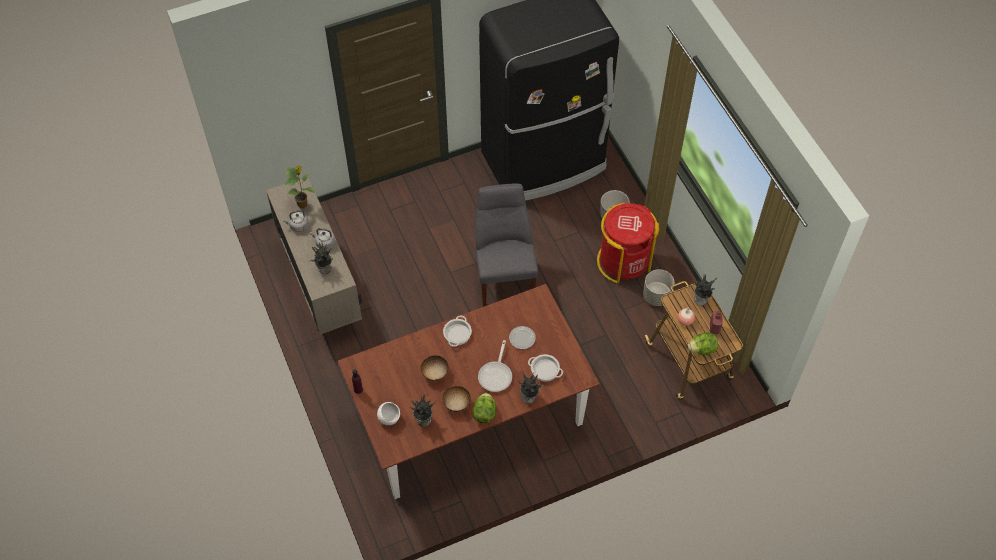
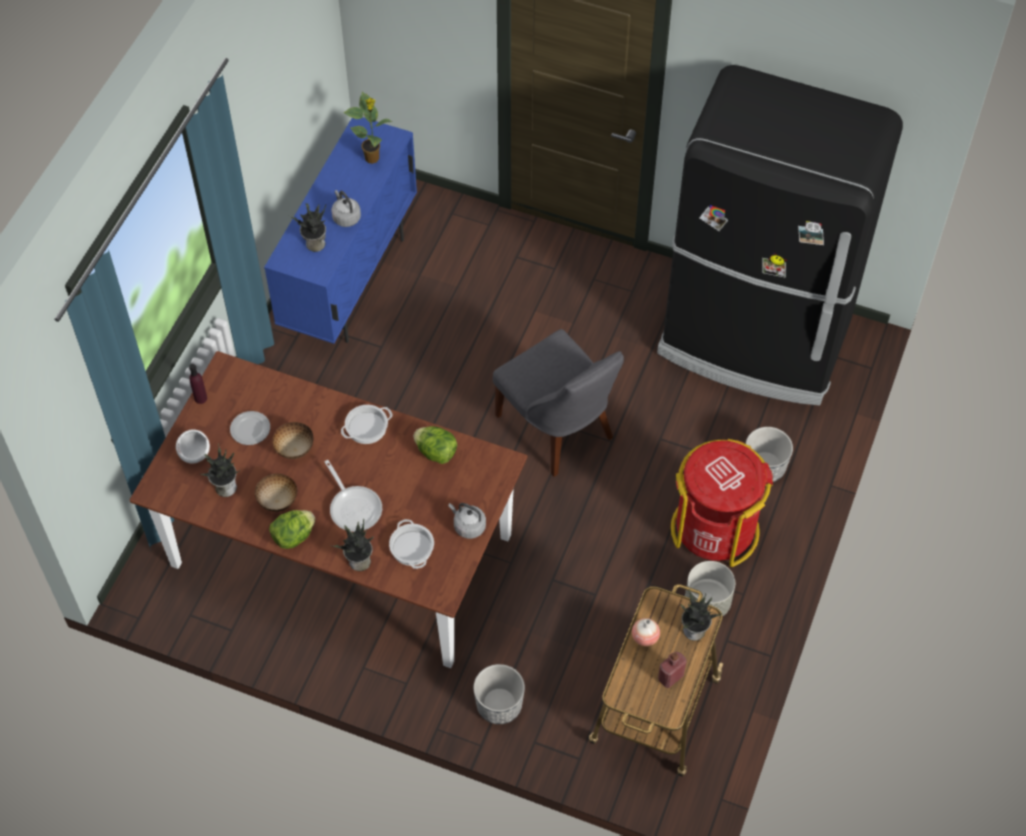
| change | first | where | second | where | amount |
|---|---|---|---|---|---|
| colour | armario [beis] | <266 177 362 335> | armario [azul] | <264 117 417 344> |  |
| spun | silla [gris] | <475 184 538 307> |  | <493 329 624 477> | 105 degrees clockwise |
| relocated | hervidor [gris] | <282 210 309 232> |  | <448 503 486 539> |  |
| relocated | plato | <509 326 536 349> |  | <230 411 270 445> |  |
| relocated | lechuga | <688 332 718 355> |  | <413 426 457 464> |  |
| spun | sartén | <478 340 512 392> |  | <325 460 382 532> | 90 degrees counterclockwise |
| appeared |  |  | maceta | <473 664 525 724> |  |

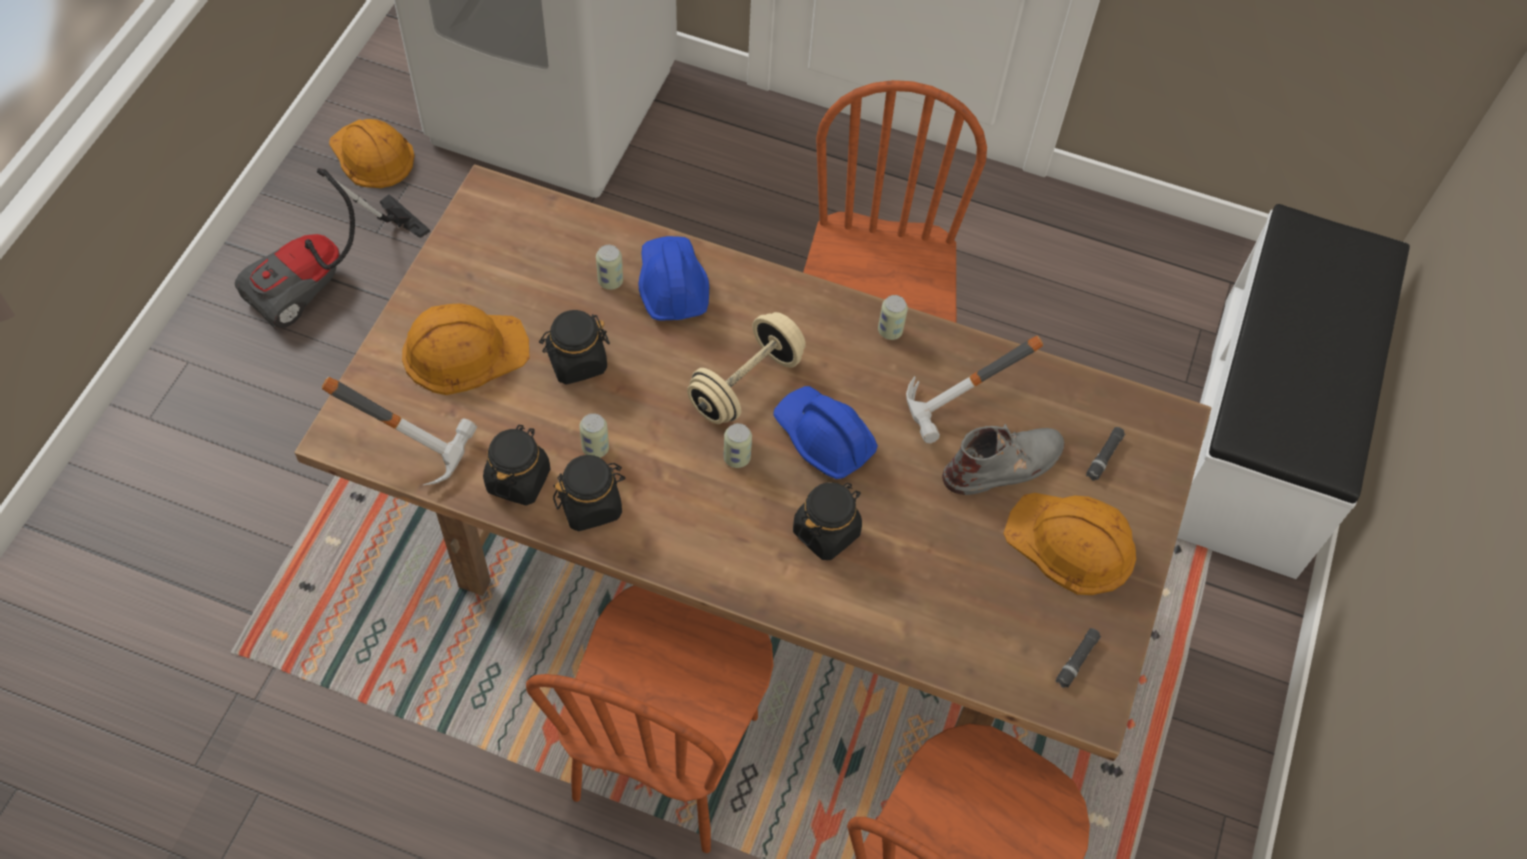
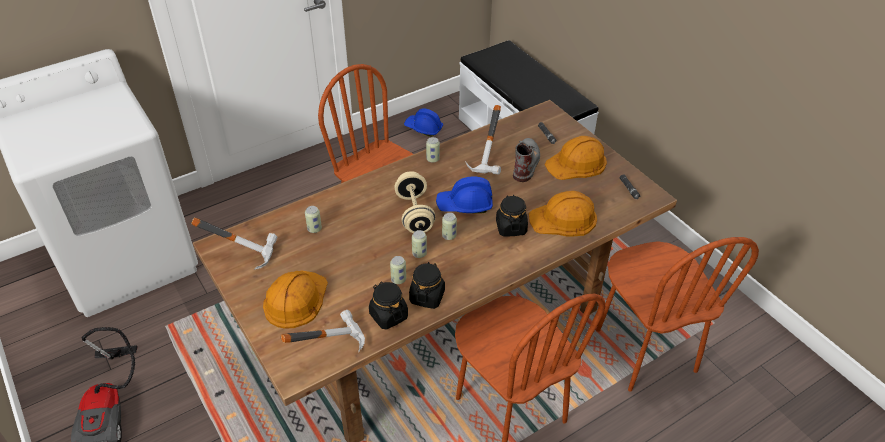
| change | first | where | second | where | amount |
|---|---|---|---|---|---|
| relocated | casco [naranja] | <329 119 414 188> |  | <529 191 597 236> |  |
| relocated | casco [azul] | <639 236 709 321> |  | <404 108 443 137> |  |
| missing | tarro [negro] | <539 310 610 384> |  |  |  |
| appeared |  |  | martillo | <191 217 277 270> |  |
| appeared |  |  | lata | <412 230 427 258> |  |

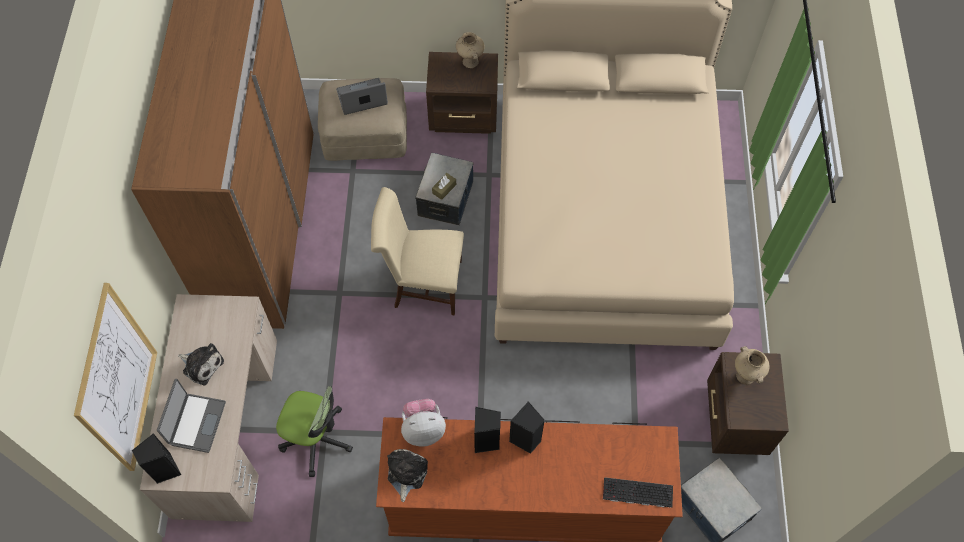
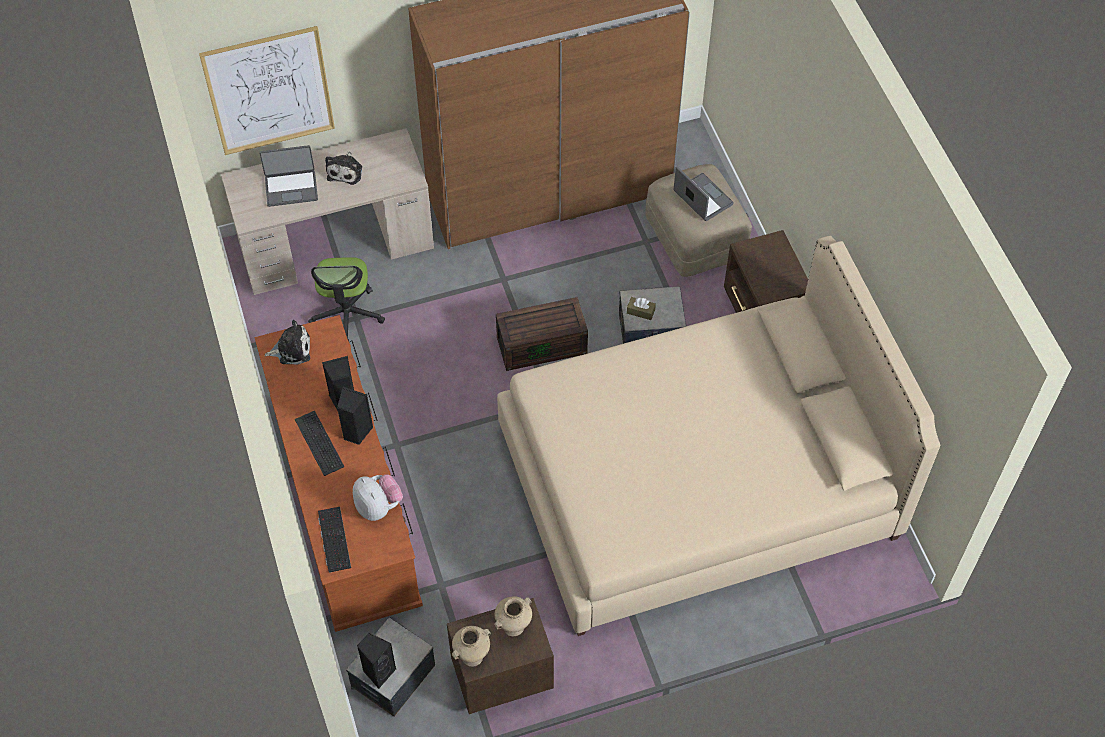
| change | first | where | second | where | amount |
|---|---|---|---|---|---|
| relocated | florero [beis] | <456 32 484 68> |  | <452 626 491 667> |  |
| exchanged | silla [beis] | <371 187 464 315> | caja de almacenaje [marrón] | <496 297 588 371> |  |
| relocated | peluche | <401 399 446 447> |  | <353 474 403 521> |  |
| relocated | altavoz [negro] | <132 433 181 484> |  | <357 633 396 689> |  |
| appeared |  |  | teclado | <295 411 345 476> |  |

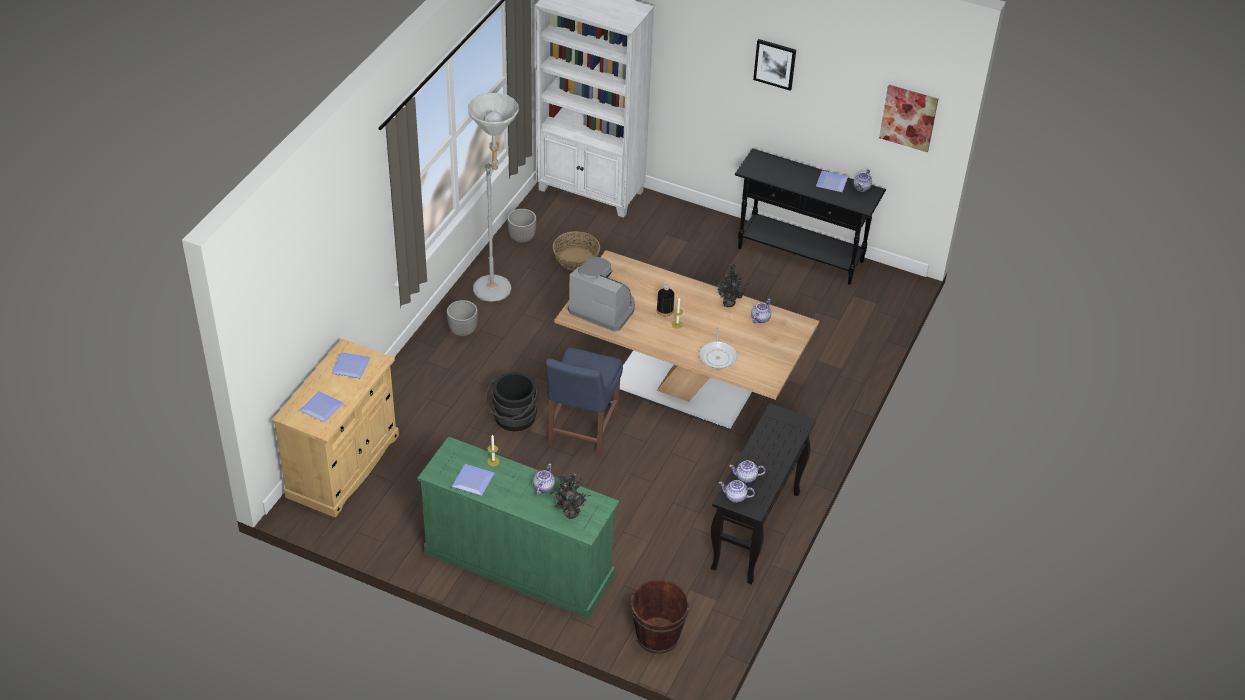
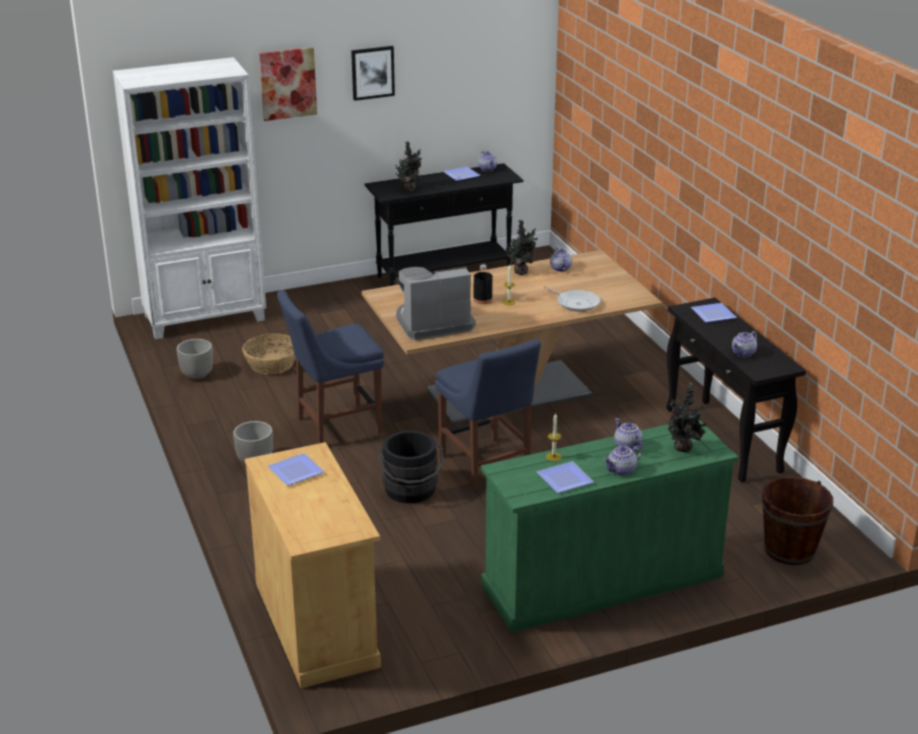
| change | first | where | second | where | amount |
|---|---|---|---|---|---|
| relocated | cuadro | <879 85 938 152> |  | <259 47 317 121> |  |
| missing | lámpara de pie [gris] | <468 93 519 302> |  |  |  |
| relocated | plato | <299 391 344 422> |  | <691 303 737 322> |  |
| relocated | tetera | <719 480 755 503> |  | <603 445 642 476> |  |
| appeared |  |  | planta en maceta | <396 141 422 192> |  |
| appeared |  |  | silla [azul] | <277 290 384 444> |  |

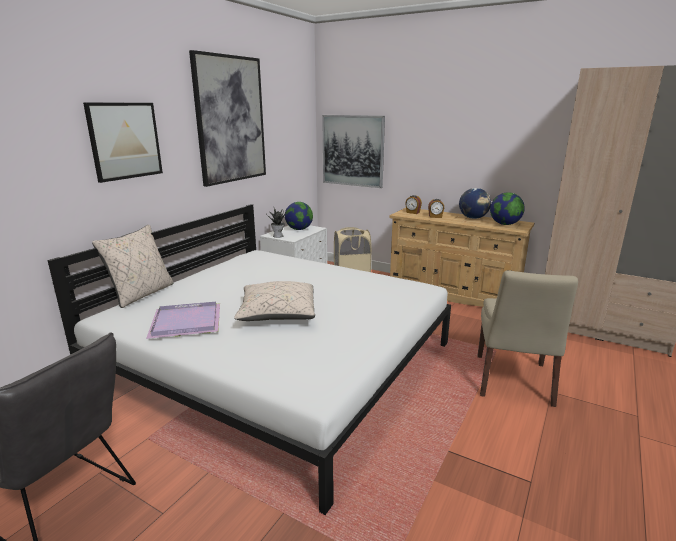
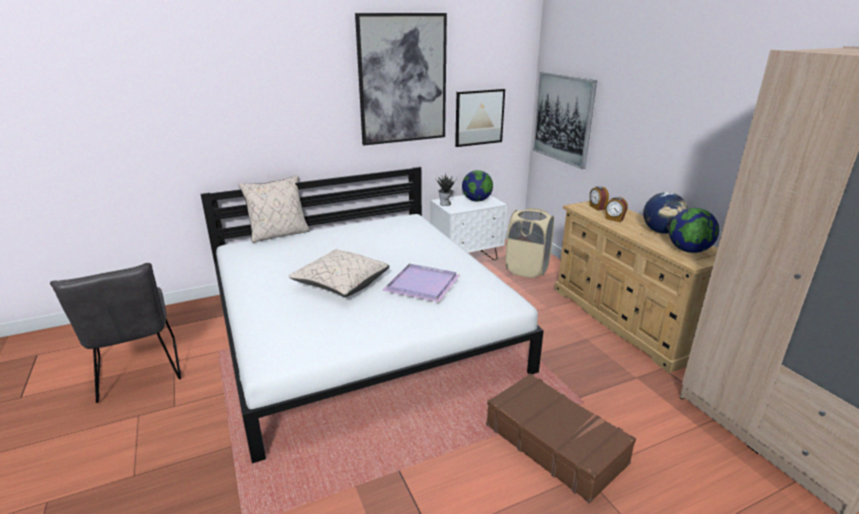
| change | first | where | second | where | amount |
|---|---|---|---|---|---|
| relocated | cuadro | <83 103 163 183> |  | <455 89 505 147> |  |
| exchanged | silla [beis] | <478 270 578 407> | maleta [marrón] | <486 373 636 503> |  |
| relocated | bandeja [morado] | <146 302 220 339> |  | <382 264 460 302> |  |

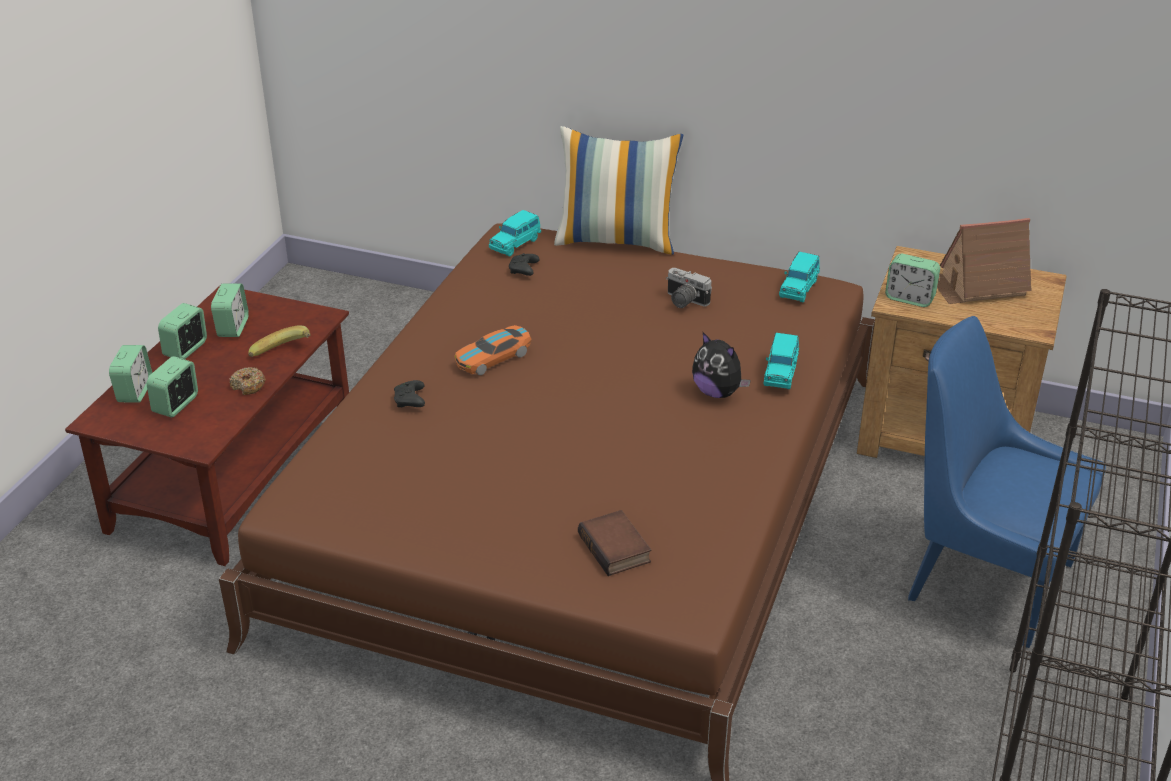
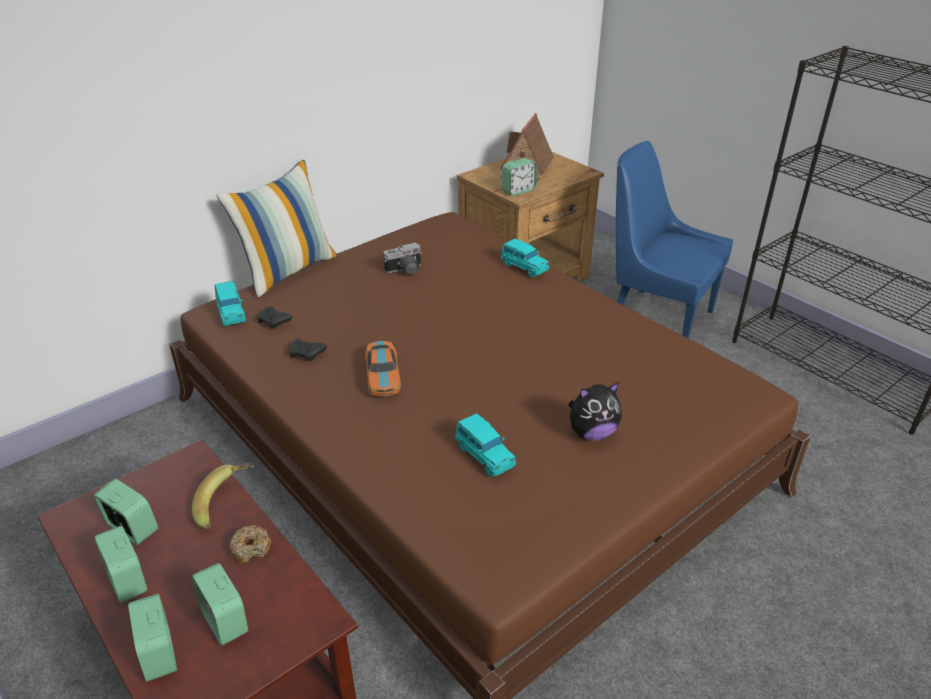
| change | first | where | second | where | amount |
|---|---|---|---|---|---|
| relocated | coche de juguete [turquesa] | <779 252 820 302> |  | <455 413 516 477> |  |
| spun | silla [azul] | <908 316 1106 648> |  | <616 141 733 339> | 60 degrees clockwise |
| relocated | peluche | <692 332 751 398> |  | <568 382 622 441> |  |
| spun | despertador | <109 345 152 403> |  | <128 594 177 682> | 150 degrees counterclockwise |
| relocated | mando de consola [negro] | <394 380 425 408> |  | <289 339 327 361> |  |
| missing | libro | <578 510 651 576> |  |  |  |

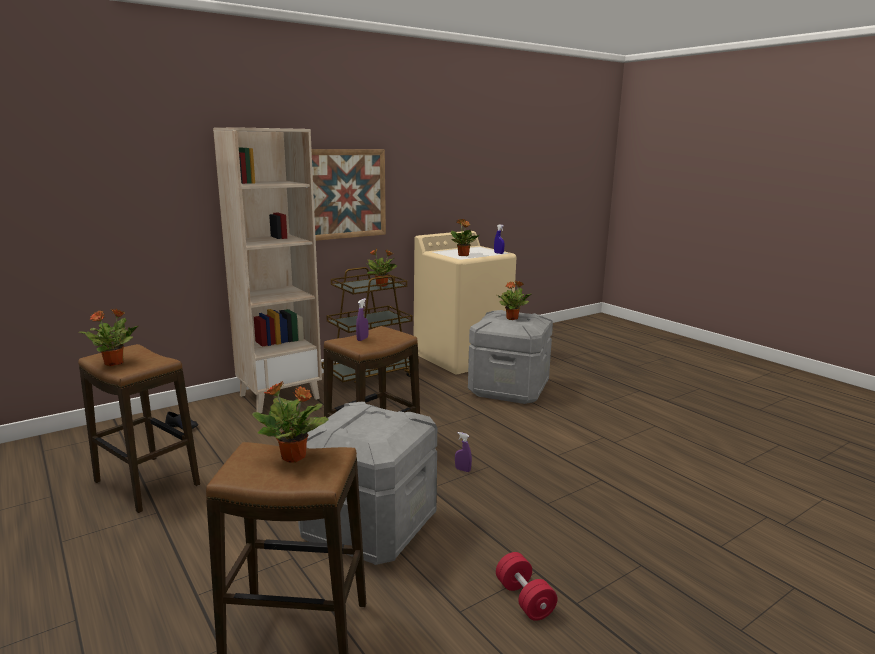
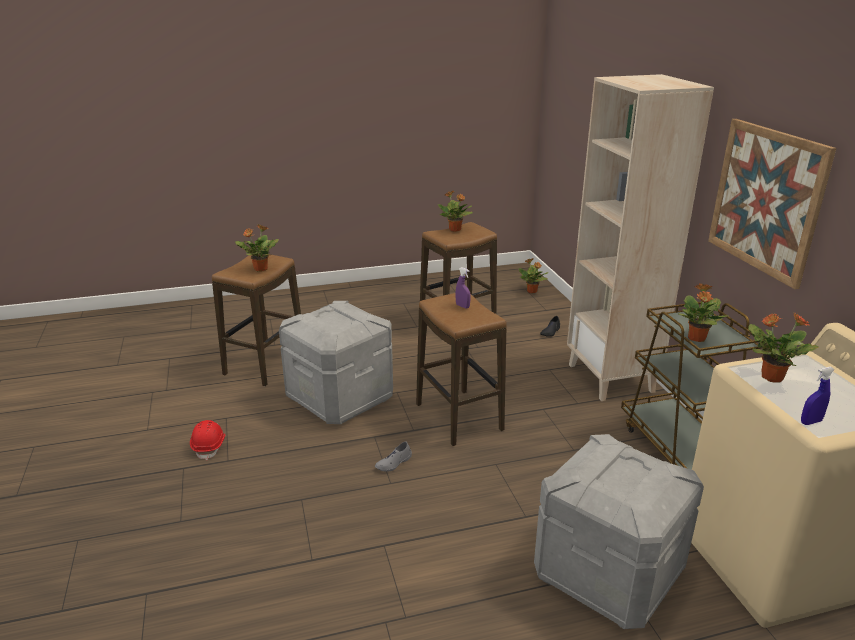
| change | first | where | second | where | amount |
|---|---|---|---|---|---|
| relocated | planta en maceta | <497 281 531 320> |  | <519 258 549 293> |  |
| exchanged | pulverizador [morado] | <455 432 472 472> | zapato [gris] | <375 442 412 471> |  |
| exchanged | mancuerna [rojo] | <496 552 557 621> | casco [rojo] | <190 420 226 460> |  |

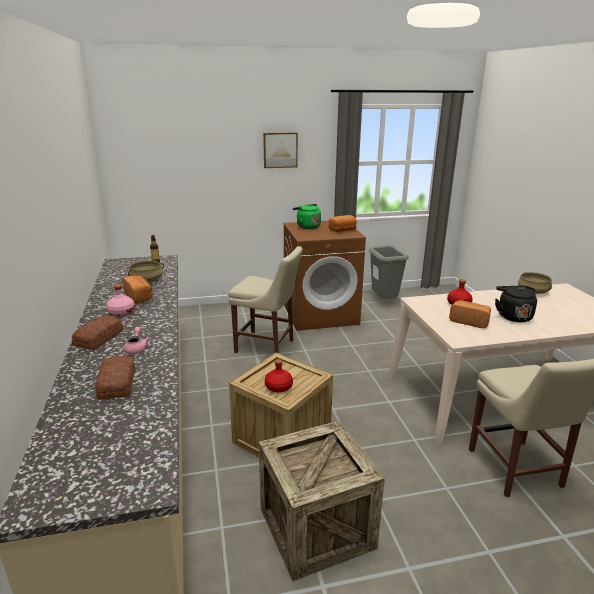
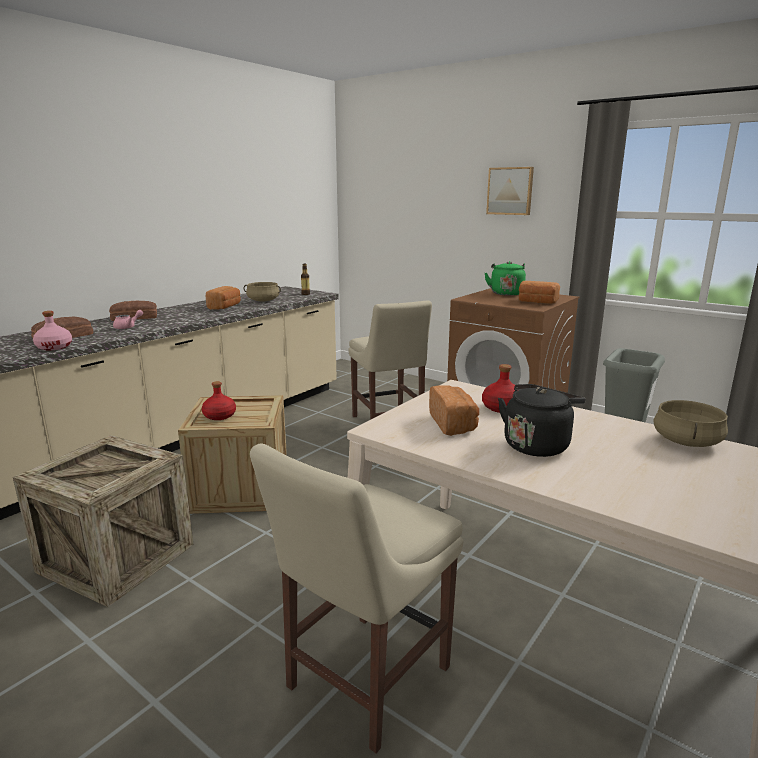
| change | first | where | second | where | amount |
|---|---|---|---|---|---|
| relocated | botella [rosa] | <106 284 135 316> |  | <33 311 72 351> |  |

